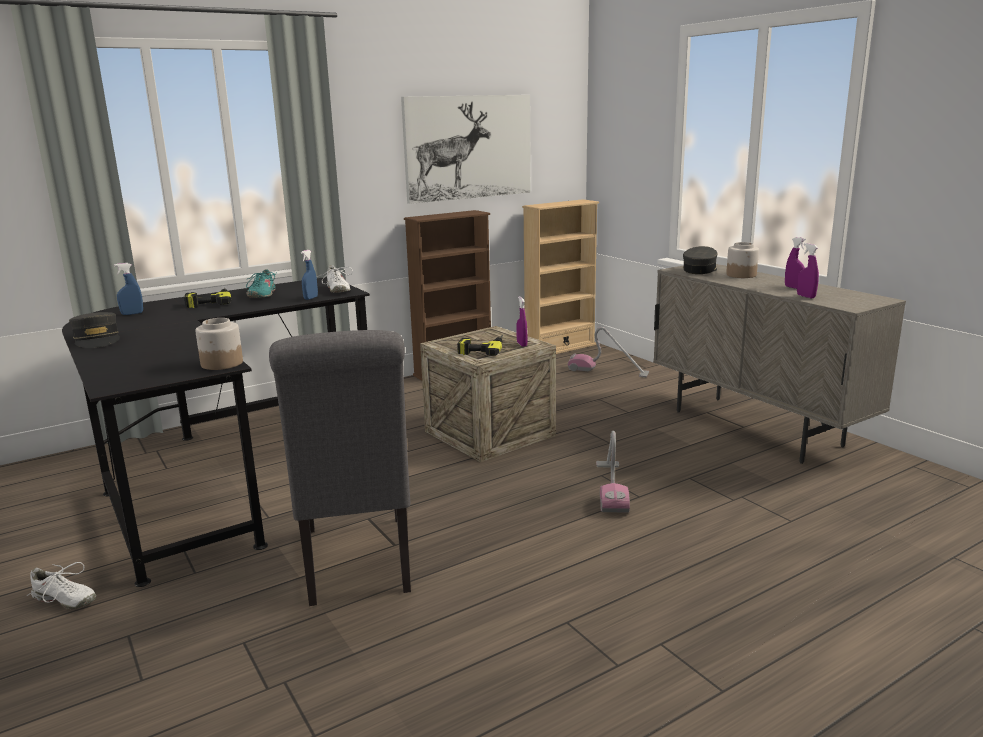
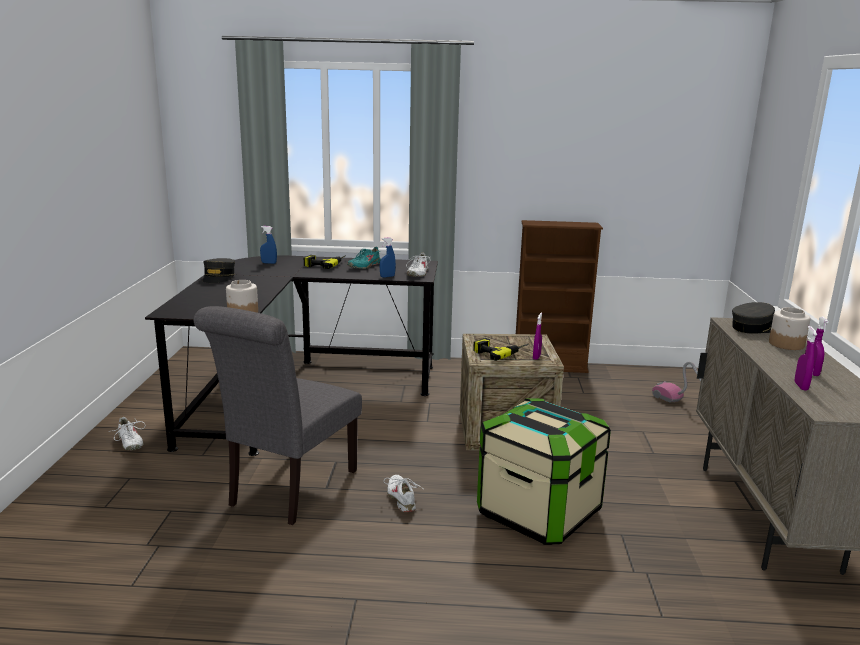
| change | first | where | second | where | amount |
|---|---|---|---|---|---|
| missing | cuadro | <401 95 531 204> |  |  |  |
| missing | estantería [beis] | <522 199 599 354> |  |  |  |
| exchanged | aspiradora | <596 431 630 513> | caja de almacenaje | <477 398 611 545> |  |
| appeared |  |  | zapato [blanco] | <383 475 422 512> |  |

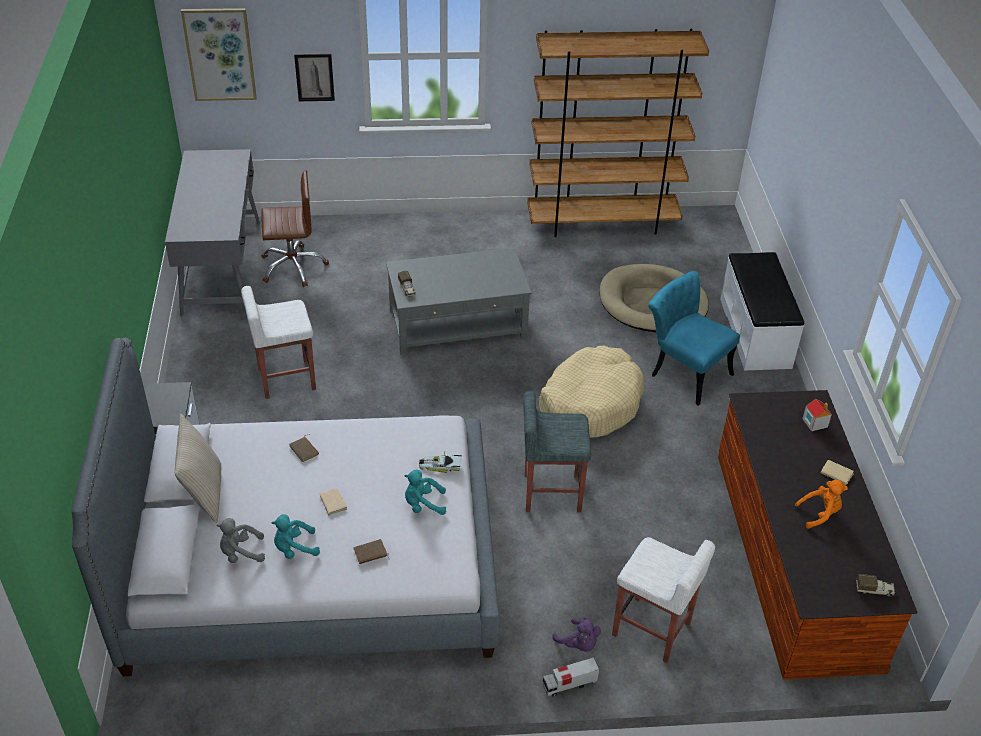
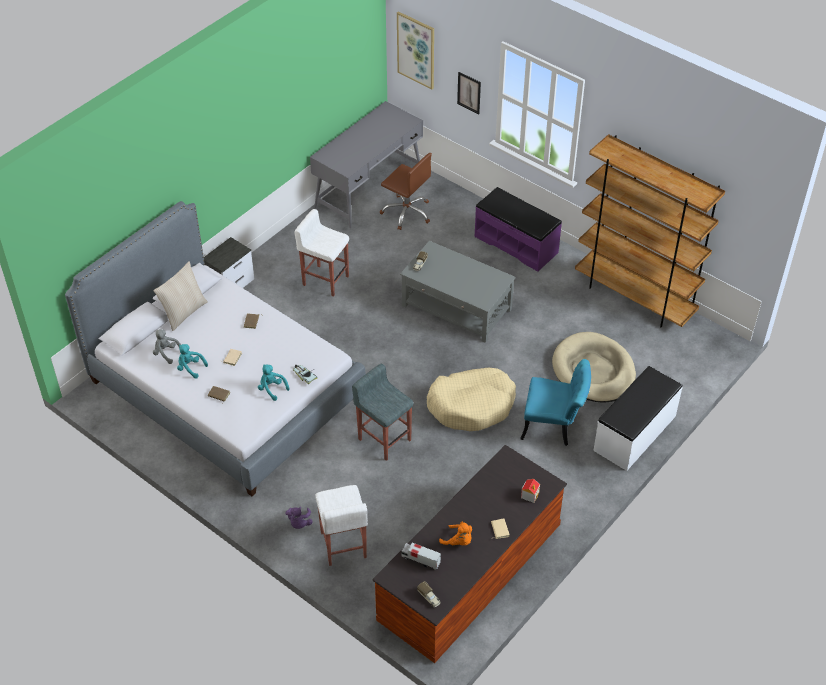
| change | first | where | second | where | amount |
|---|---|---|---|---|---|
| spun | silla [turquesa] | <648 271 740 406> |  | <520 359 591 446> | 105 degrees clockwise |
| relocated | camión de juguete | <542 657 599 697> |  | <401 542 441 570> |  |
| appeared |  |  | banco [morado] | <475 187 562 272> |  |

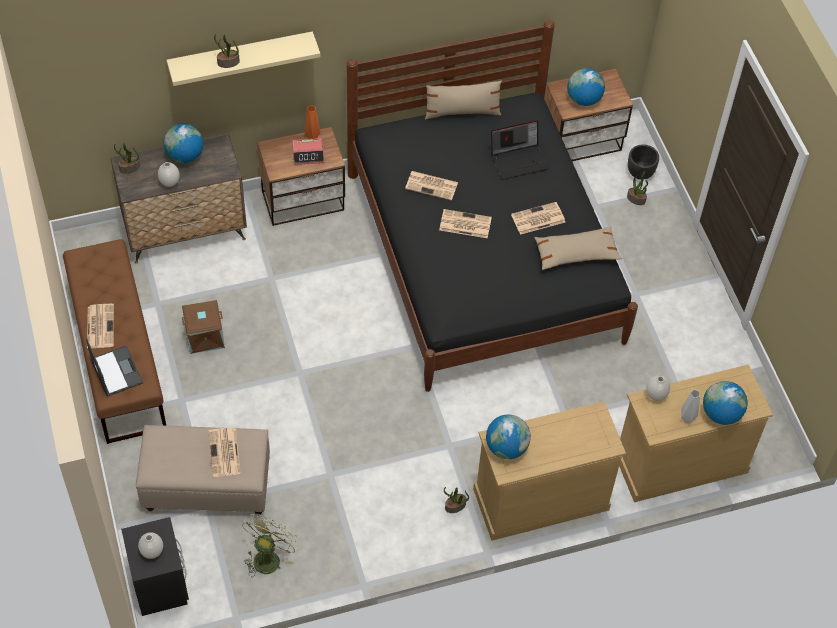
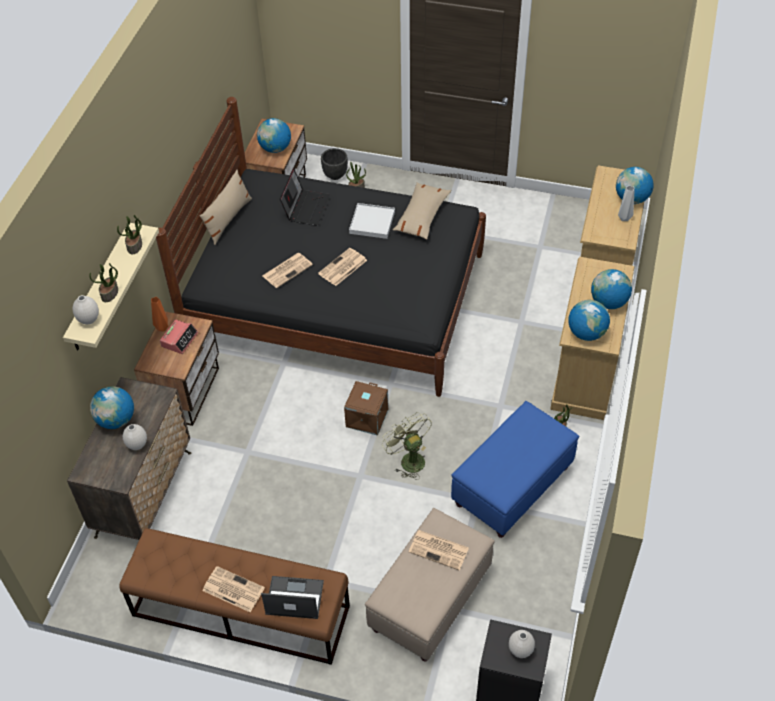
| change | first | where | second | where | amount |
|---|---|---|---|---|---|
| relocated | planta en maceta | <114 143 140 174> |  | <117 215 142 254> |  |
| exchanged | periódico | <511 202 565 235> | bandeja [blanco] | <349 203 395 239> |  |
| relocated | caja de almacenaje [marrón] | <182 300 225 354> |  | <344 381 389 436> |  |
| relocated | florero [blanco] | <646 375 670 401> |  | <72 295 99 325> |  |
| relocated | ventilador [verde] | <242 514 299 577> |  | <382 412 432 480> |  |
| appeared |  |  | globo terráqueo | <591 269 632 309> |  |
| appeared |  |  | puf [azul] | <451 401 579 538> |  |

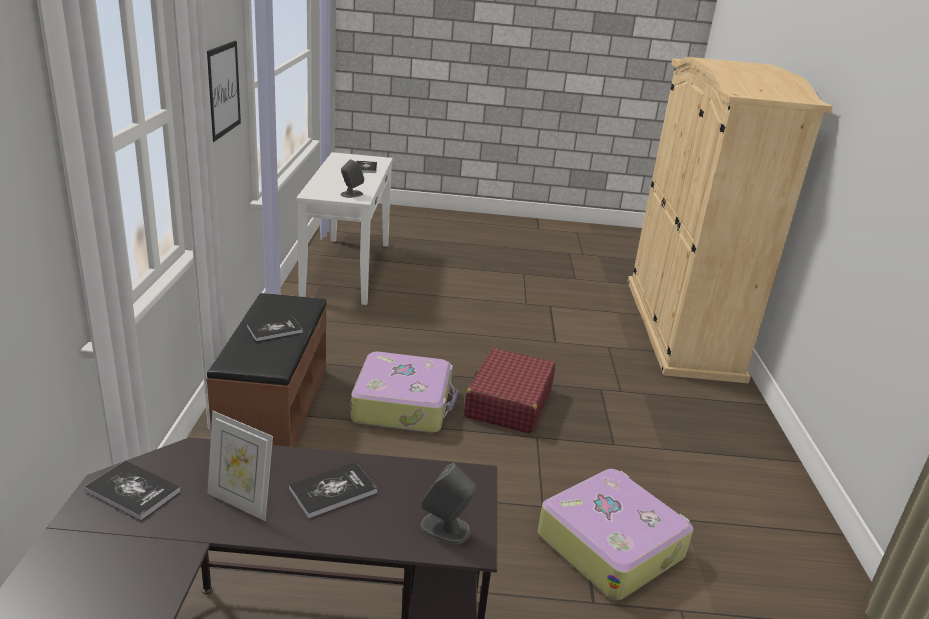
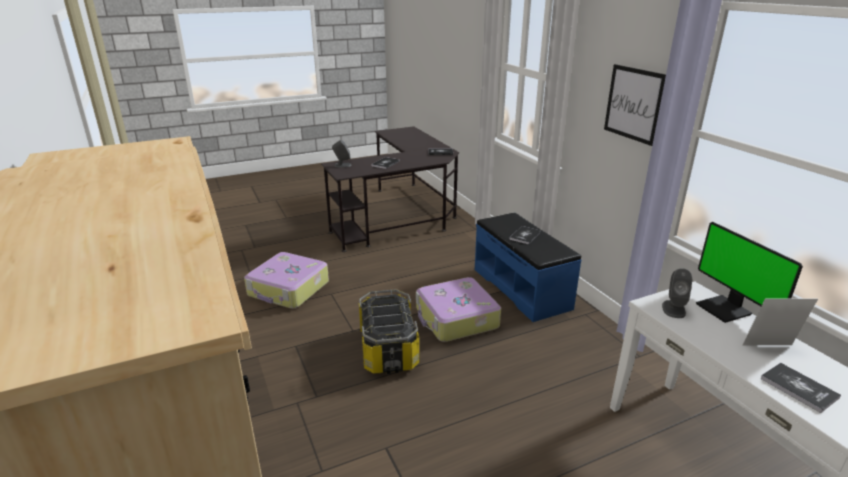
| change | first | where | second | where | amount |
|---|---|---|---|---|---|
| colour | banco [marrón] | <206 293 327 447> | banco [azul] | <475 213 581 322> |  |
| exchanged | maleta [rojo] | <464 348 556 434> | caja de almacenaje | <359 289 419 374> |  |
| relocated | portarretratos | <207 411 273 521> |  | <742 299 818 345> |  |
| appeared |  |  | monitor | <696 222 803 323> |  |

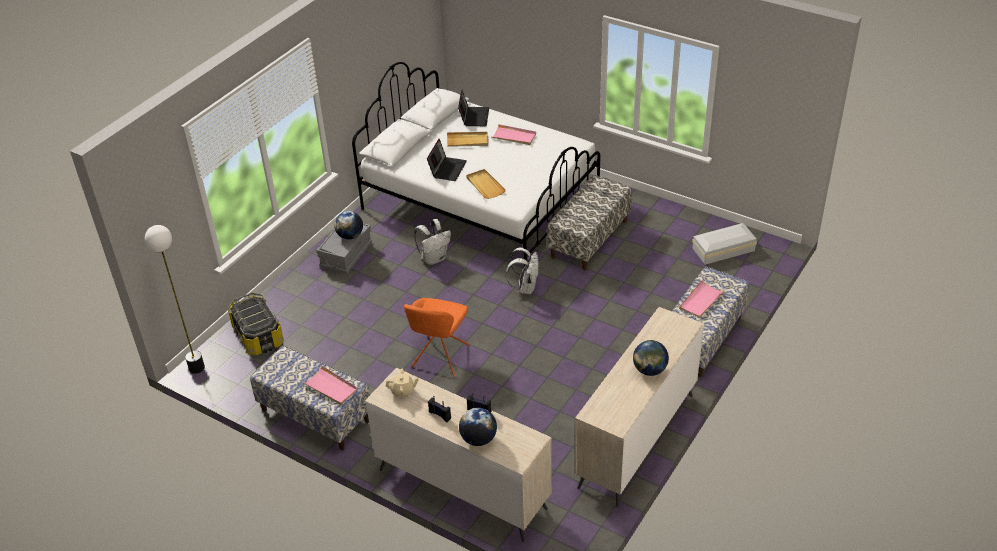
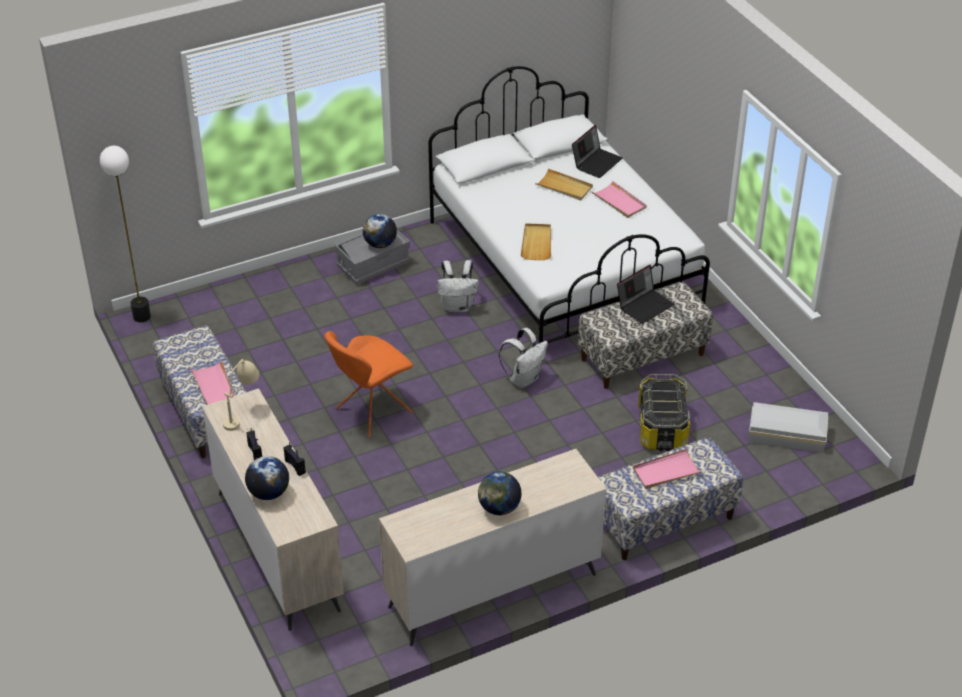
| change | first | where | second | where | amount |
|---|---|---|---|---|---|
| relocated | portátil | <427 139 467 181> |  | <617 265 674 324> |  |
| relocated | caja de almacenaje | <228 293 284 356> |  | <638 374 690 451> |  |
| exchanged | tetera [beis] | <386 369 419 397> | lámpara de mesa [beis] | <223 359 259 431> |  |

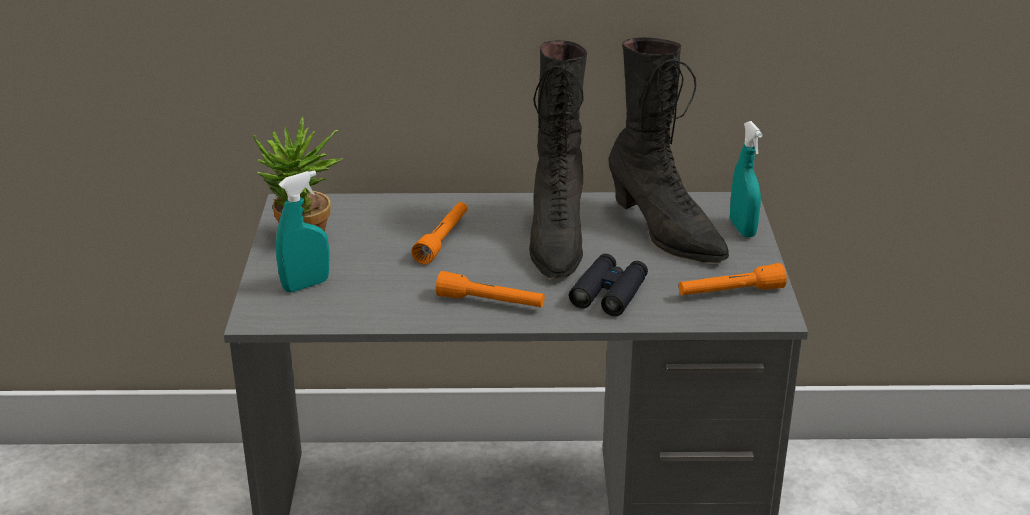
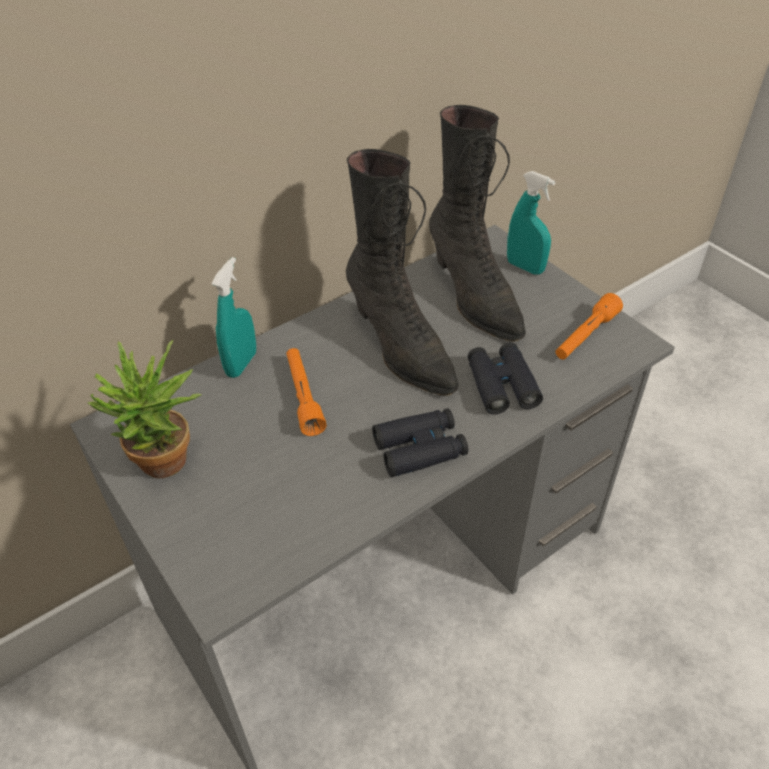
| change | first | where | second | where | amount |
|---|---|---|---|---|---|
| spun | bota [negro] | <608 37 729 263> |  | <429 105 526 342> | 45 degrees clockwise |
| relocated | pulverizador [turquesa] | <276 170 329 292> |  | <212 257 256 378> |  |
| exchanged | linterna [naranja] | <436 271 545 308> | prismáticos [negro] | <372 408 468 477> |  |

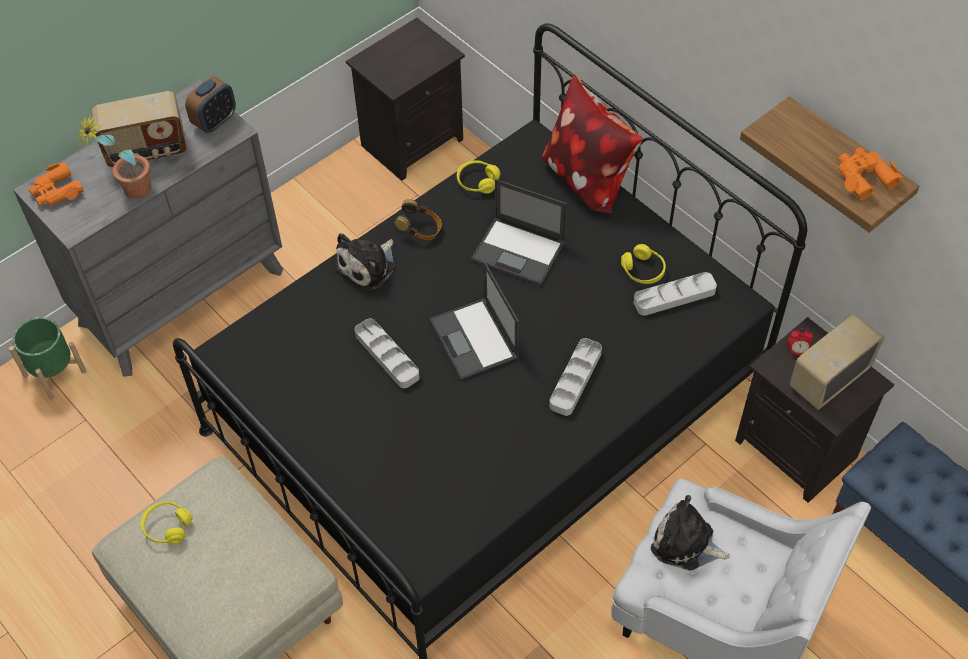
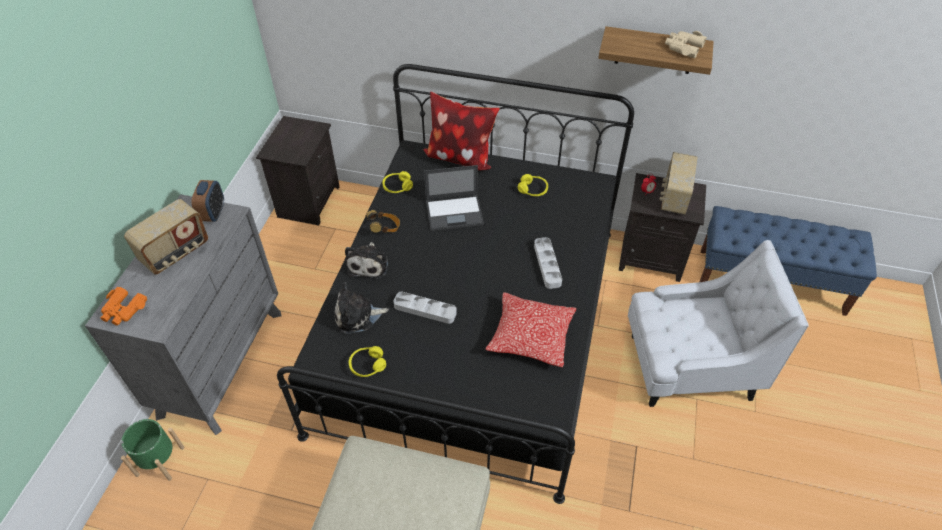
| change | first | where | second | where | amount |
|---|---|---|---|---|---|
| missing | planta en maceta | <76 115 151 199> |  |  |  |
| colour | prismáticos [naranja] | <839 147 903 200> | prismáticos [beis] | <665 31 707 58> |  |
| missing | portátil | <430 261 519 380> |  |  |  |
| missing | bandeja [gris] | <634 272 717 316> |  |  |  |
| relocated | peluche | <651 495 730 571> |  | <335 282 389 334> |  |
| relocated | auriculares [amarillo] | <141 501 192 544> |  | <349 346 386 377> |  |
| appeared |  |  | cojín | <485 292 577 367> |  |

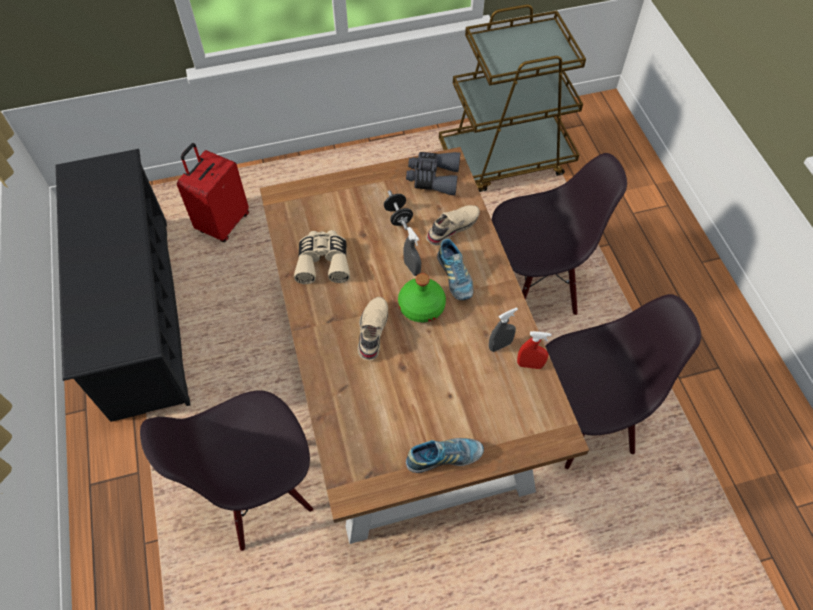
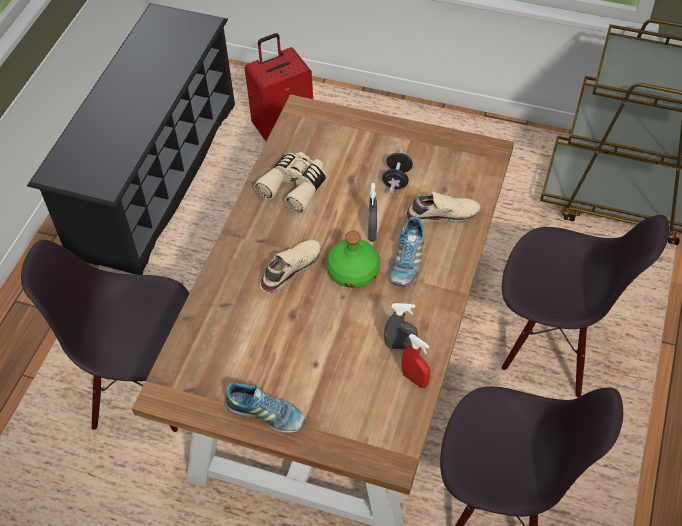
| change | first | where | second | where | amount |
|---|---|---|---|---|---|
| missing | prismáticos [gris] | <406 152 460 195> |  |  |  |

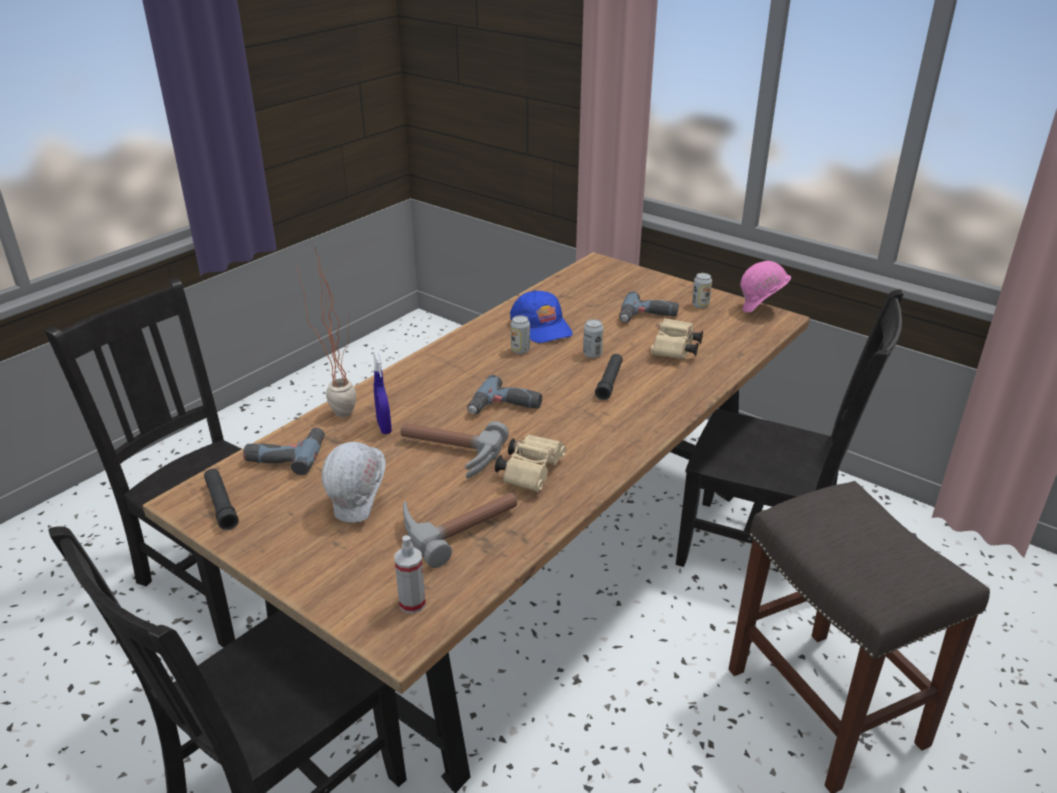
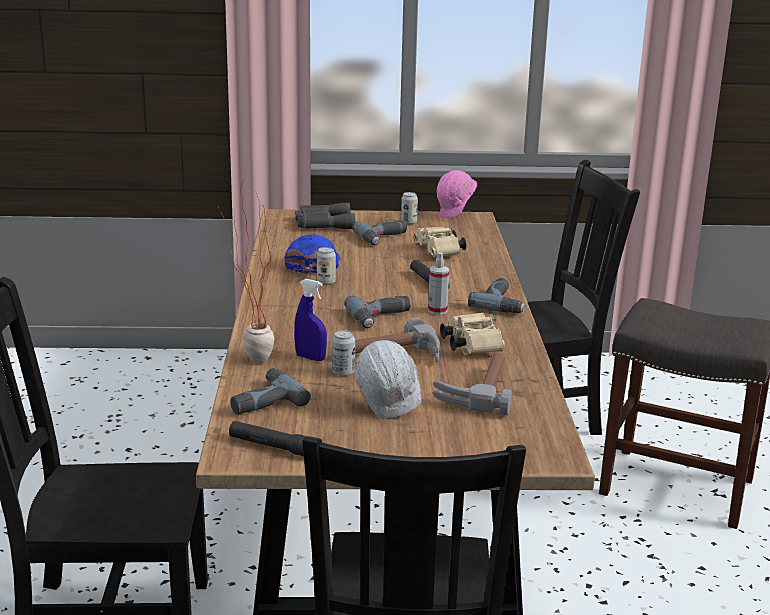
| change | first | where | second | where | amount |
|---|---|---|---|---|---|
| spun | gorra [azul] | <510 290 573 343> |  | <284 234 340 275> | 105 degrees counterclockwise |
| relocated | lata | <583 319 604 358> |  | <332 330 355 376> |  |
| relocated | pulverizador | <394 535 426 614> |  | <428 252 449 315> |  |
| appeared |  |  | prismáticos [gris] | <295 203 355 229> |  |
| appeared |  |  | taladro | <468 278 526 314> |  |

